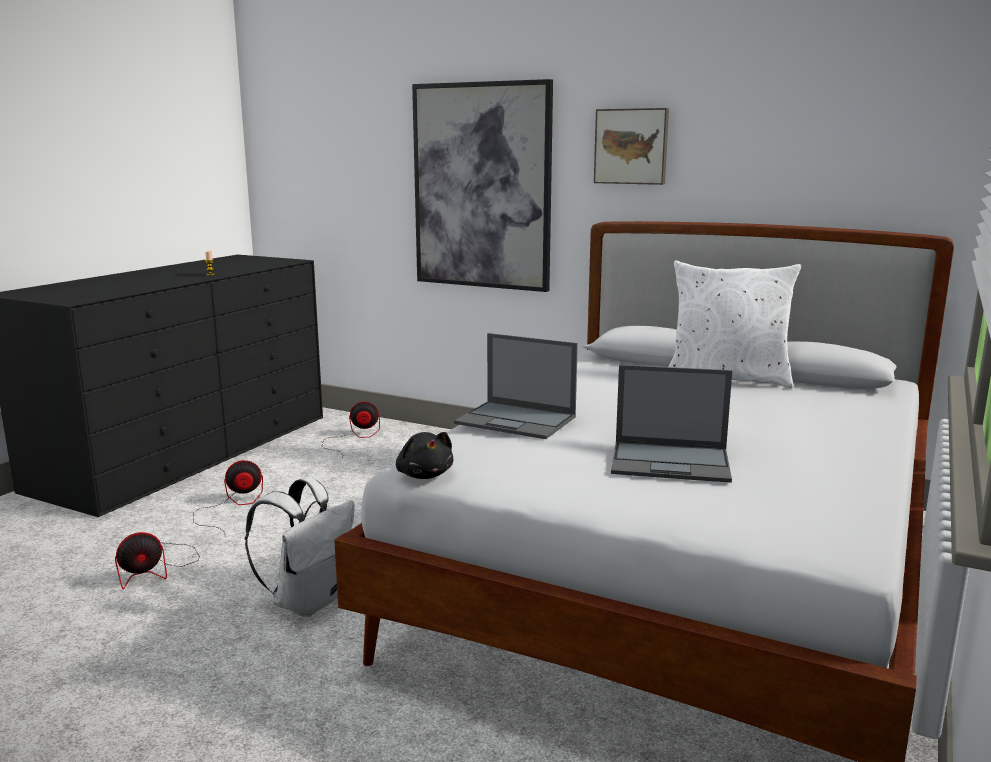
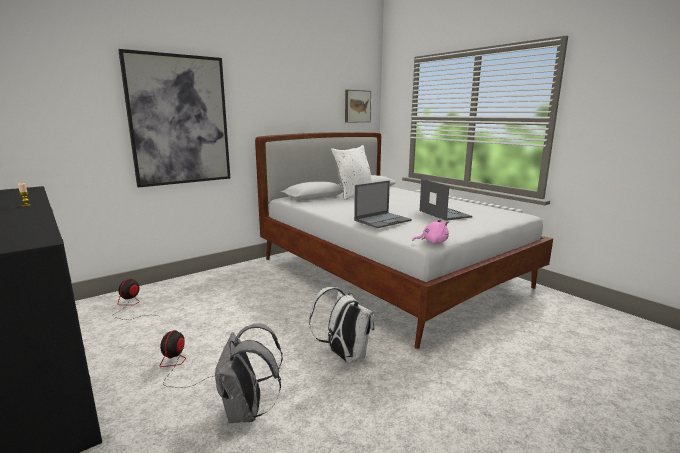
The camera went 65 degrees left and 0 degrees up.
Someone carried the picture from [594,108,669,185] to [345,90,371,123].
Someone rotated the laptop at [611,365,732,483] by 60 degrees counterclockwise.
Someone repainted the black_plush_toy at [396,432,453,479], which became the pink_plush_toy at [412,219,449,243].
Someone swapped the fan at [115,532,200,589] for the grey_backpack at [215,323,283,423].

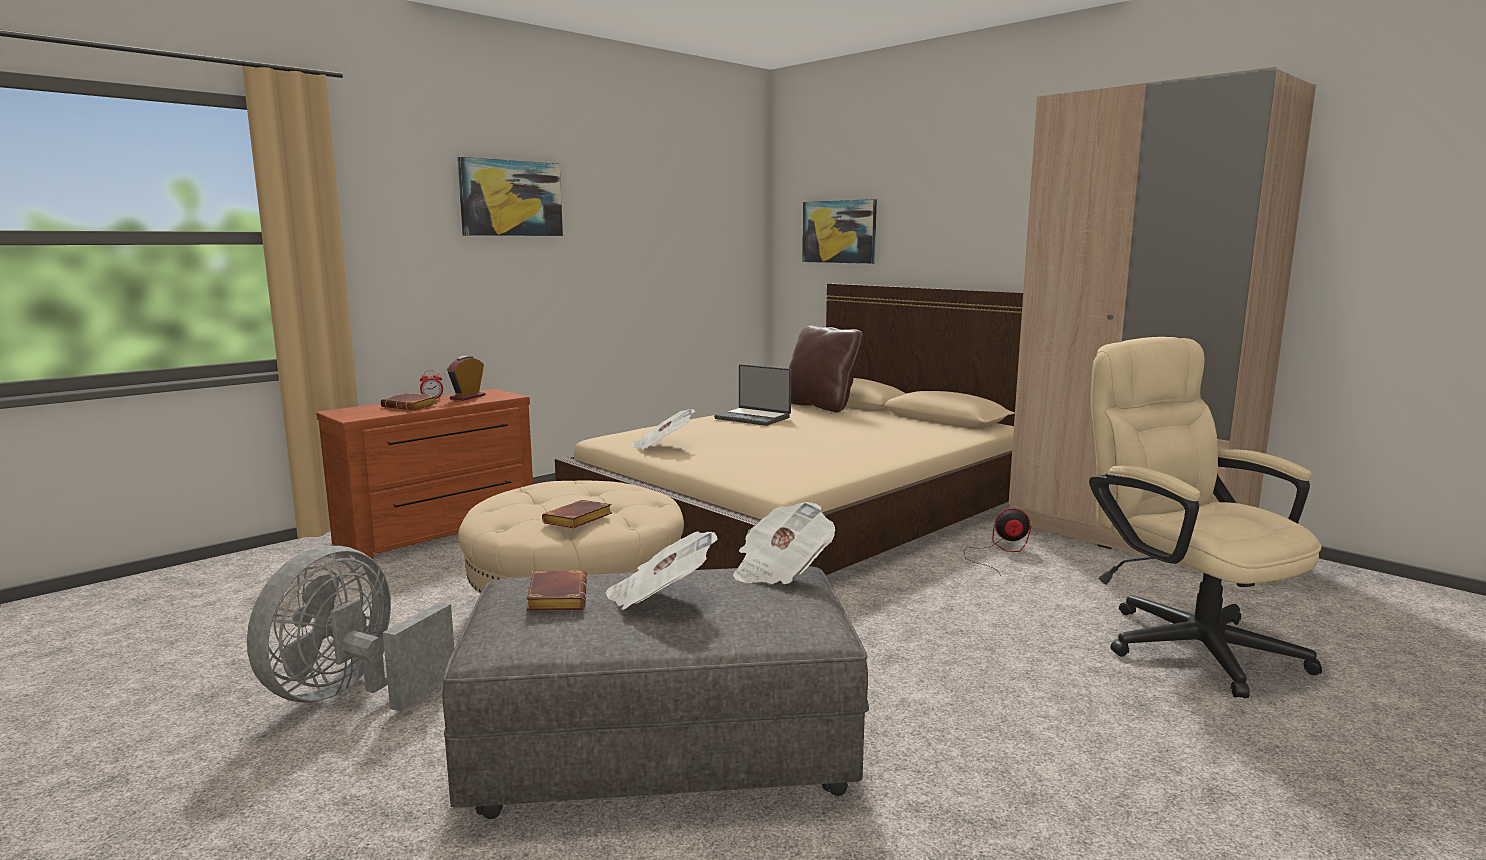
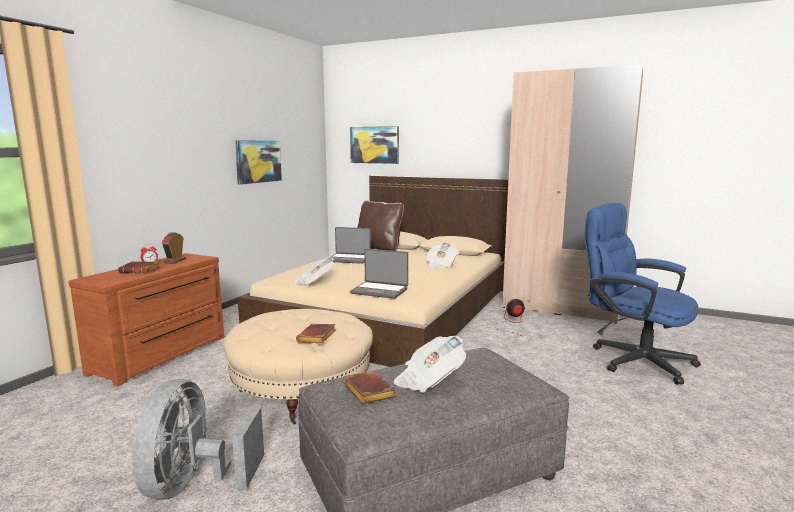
The camera went 20 degrees left and 0 degrees up.
Someone carried the picture from [457,157,563,236] to [235,140,282,185].
Someone repainted the beige_office_chair at [1089,337,1322,698], which became the blue_office_chair at [584,203,701,385].
Someone carried the newspaper from [733,502,835,584] to [426,243,459,269].
Someone put down the laptop at [350,249,408,299].

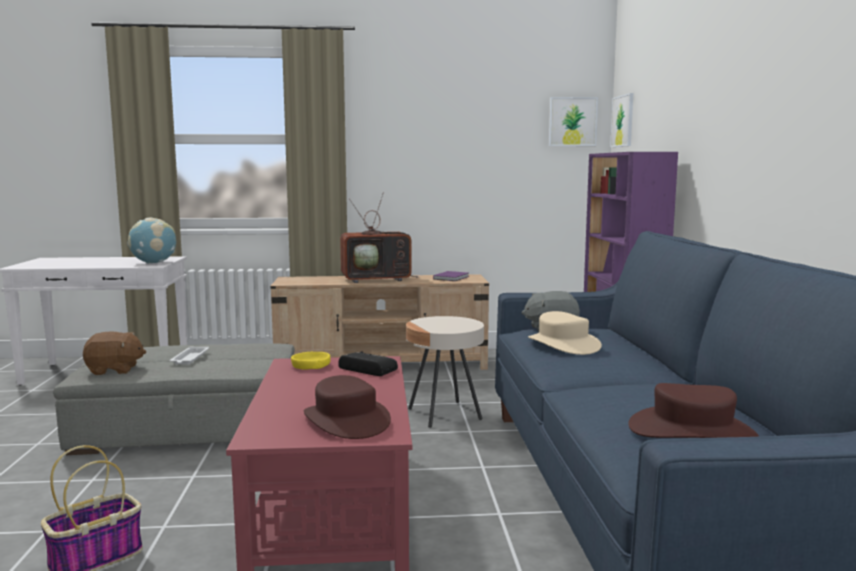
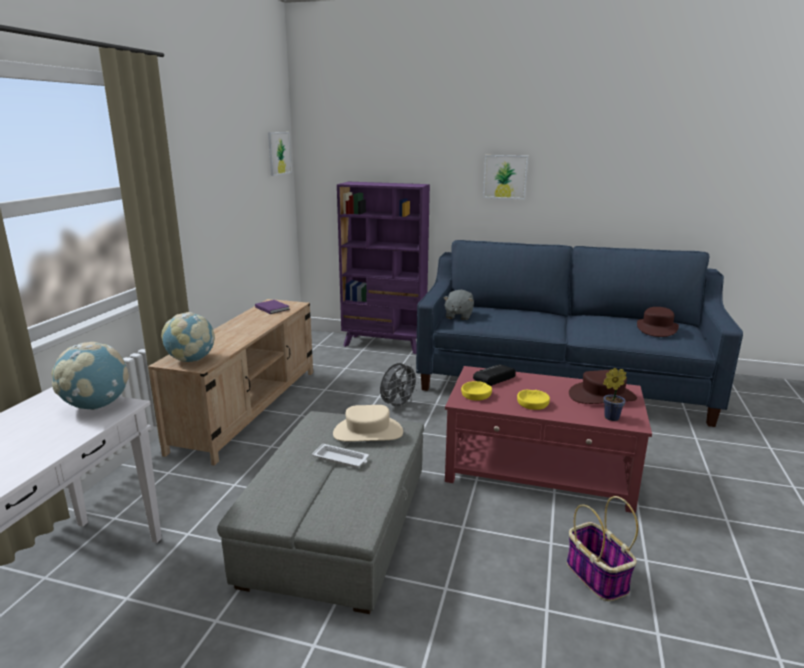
The camera went 70 degrees left and 10 degrees up.
Someone carried the picture from [610,93,633,147] to [483,155,528,199].
Someone took away the television at [340,192,419,283].
Someone carried the beige_hat from [528,311,602,355] to [333,405,403,442].
Someone swapped the beige_side_table at [406,316,484,428] for the grey_fan at [380,363,419,410].
Someone took away the brown_plush_toy at [83,332,146,375].
Someone put down the globe at [161,312,215,362].
Someone put down the potted_plant at [603,368,627,421].
Someone put down the yellow_bowl at [517,390,550,410].

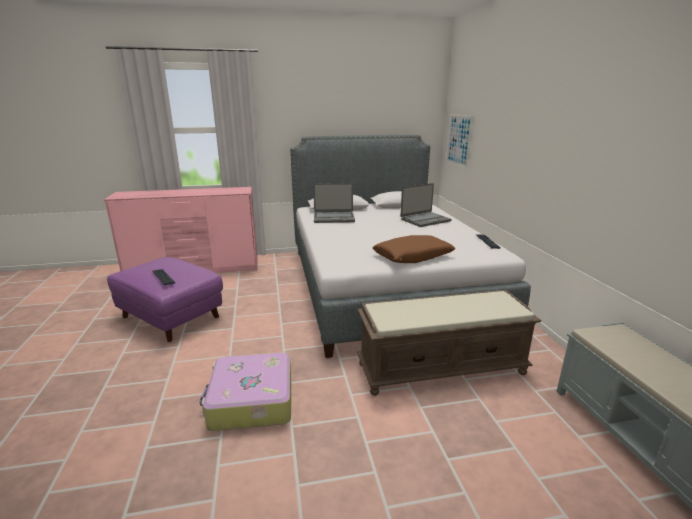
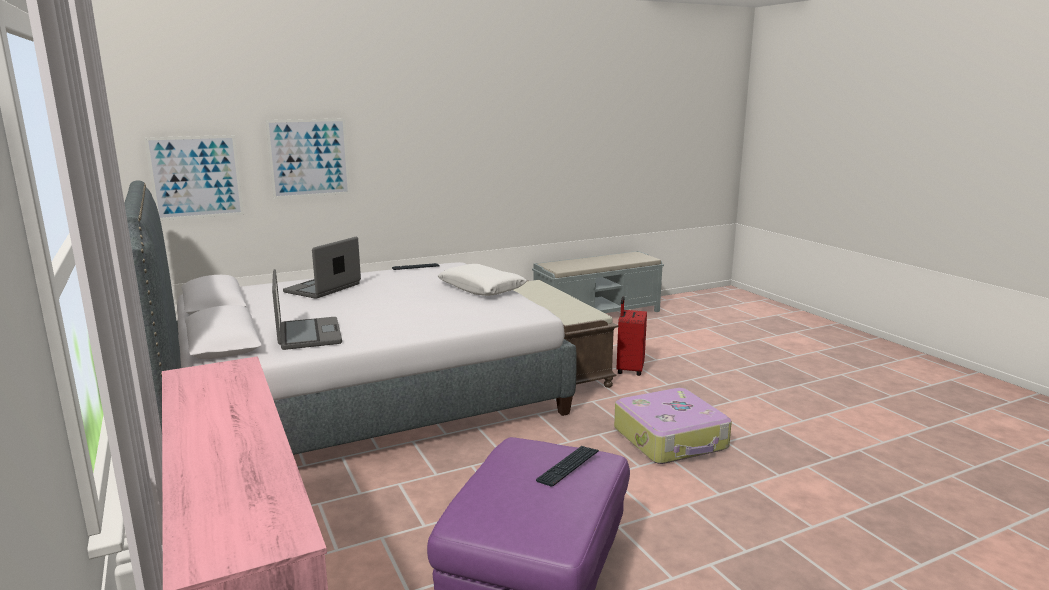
The camera went 105 degrees left and 5 degrees down.
Someone rotated the laptop at [401,183,452,227] by 105 degrees counterclockwise.
Someone repainted the brown_pillow at [373,235,456,263], which became the white_pillow at [438,264,527,296].
Someone put up the picture at [265,118,350,199].
Someone put down the red_suitcase at [616,297,647,376].

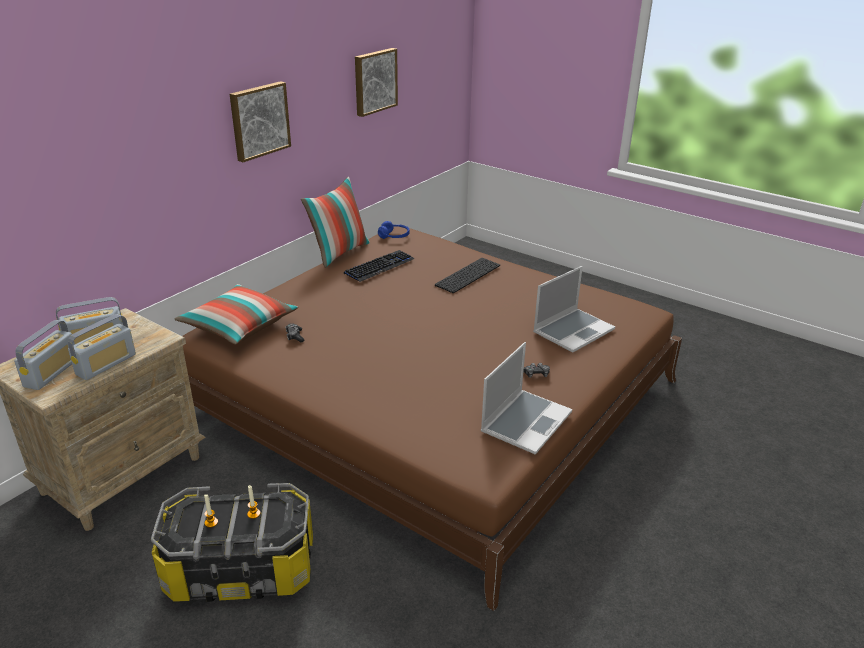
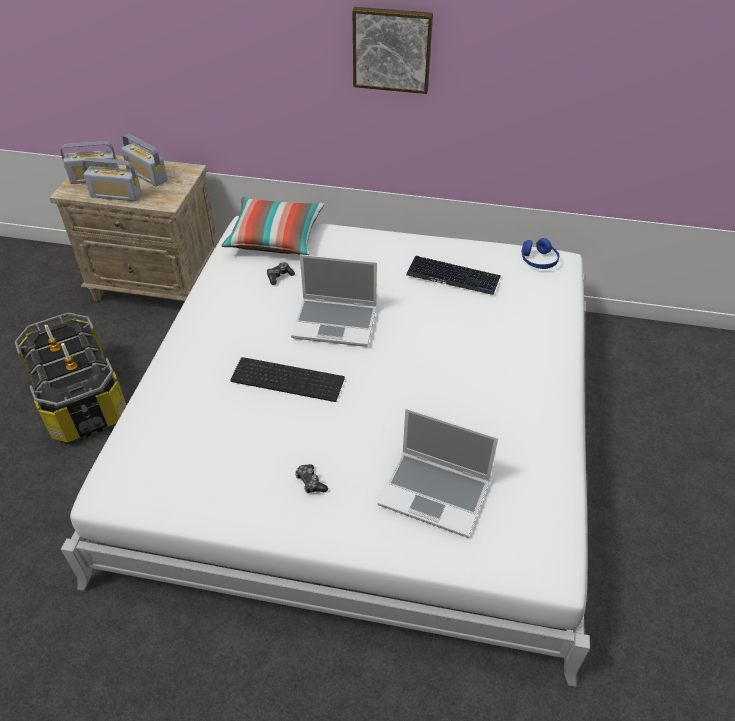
The camera went 65 degrees right and 15 degrees up.
Someone took away the picture at [355,48,398,117].
Someone took away the pillow at [301,177,370,268].
Someone repainted the brown_bed at [182,227,682,611], which became the white_bed at [61,216,590,687].
Someone carried the keyboard from [435,258,500,293] to [230,357,345,402].
Someone carried the laptop from [481,342,572,455] to [291,254,377,347].

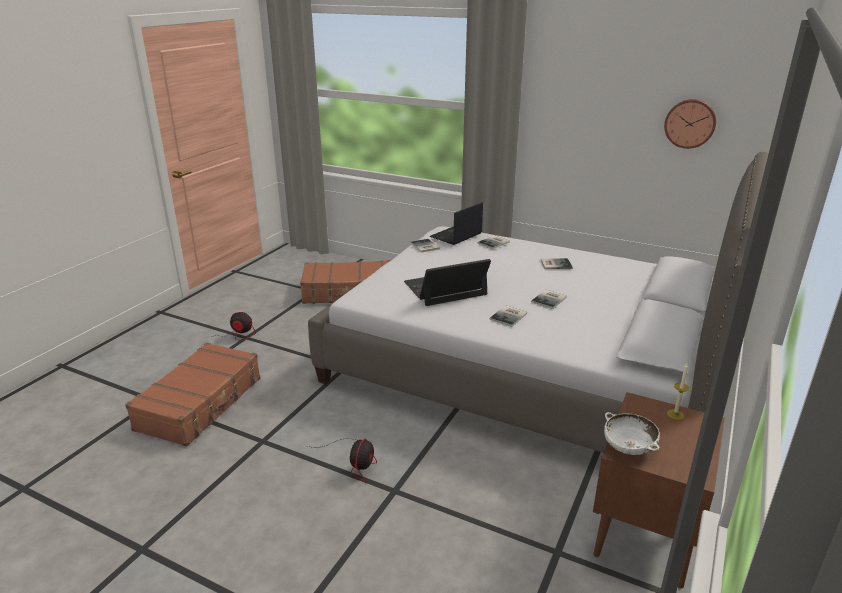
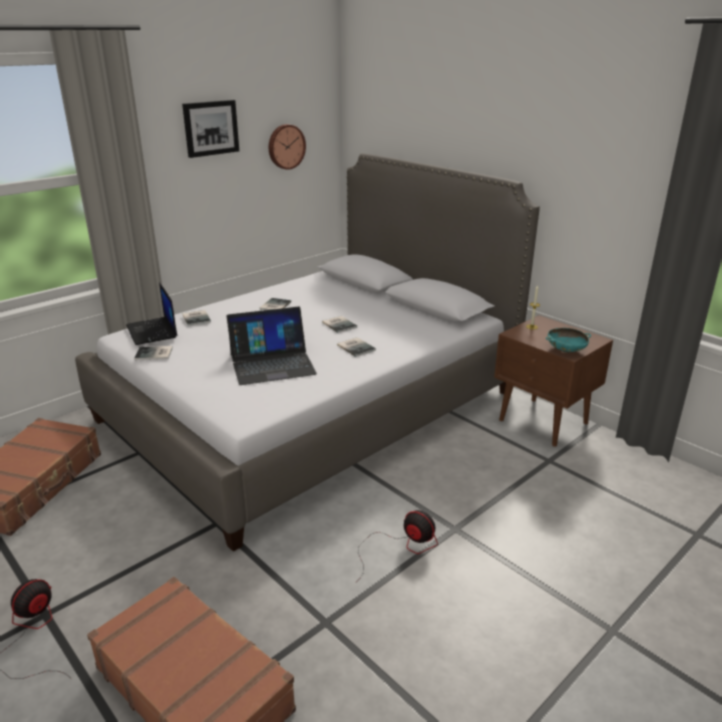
The camera went 70 degrees left and 0 degrees up.
Someone rotated the laptop at [404,259,491,306] by 105 degrees counterclockwise.
Someone repainted the white_bowl at [604,412,660,455], which became the turquoise_bowl at [546,328,591,353].
Someone put up the picture at [182,100,239,158].

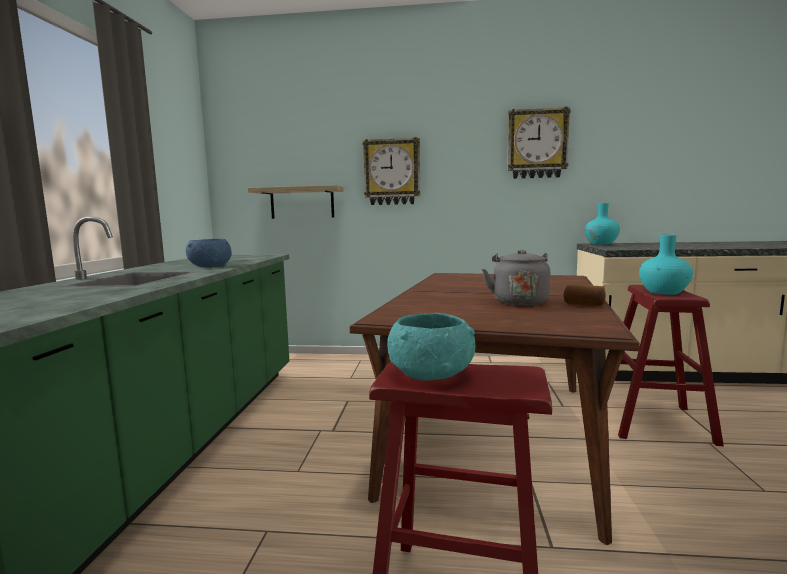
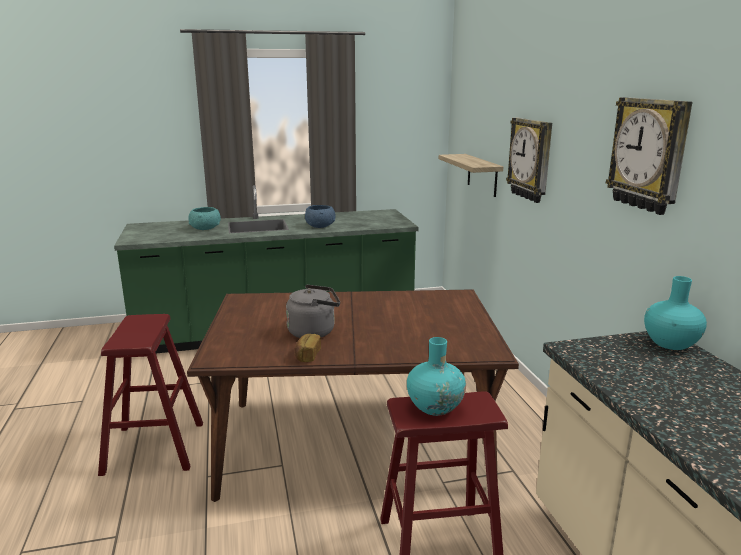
The camera went 70 degrees right and 10 degrees up.
Someone carried the turquoise_bowl from [387,313,475,381] to [188,207,221,230].

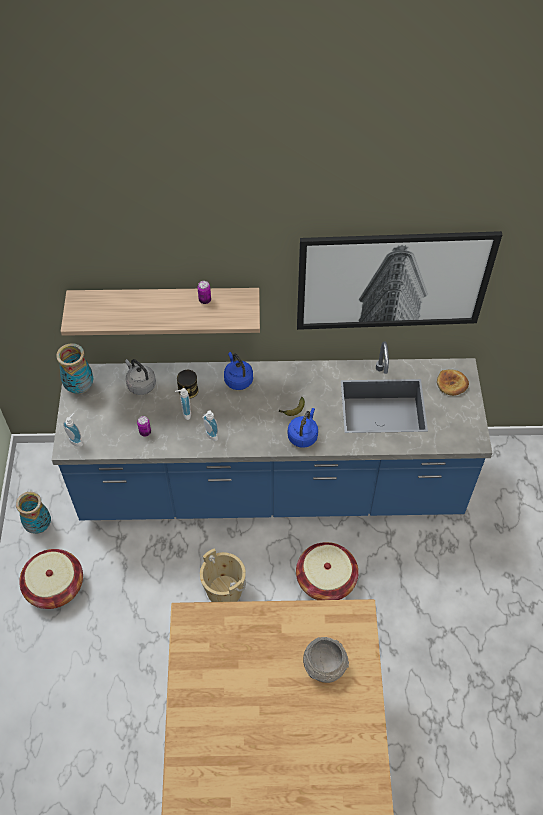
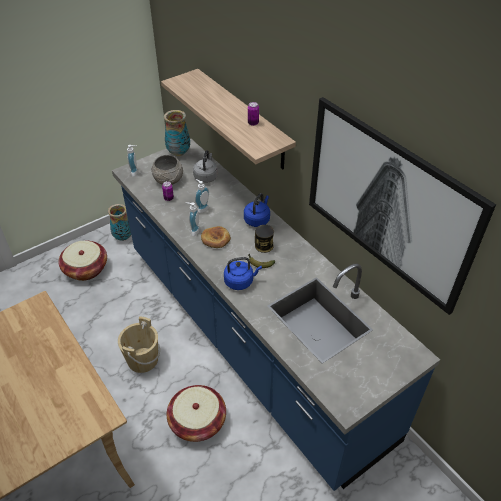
The camera went 55 degrees right and 10 degrees down.
Someone carried the can from [177,370,199,399] to [255,225,274,253].
Someone carried the bread from [437,370,469,396] to [201,226,231,248].
Someone carried the grey_bowl from [303,637,349,683] to [151,155,183,185].

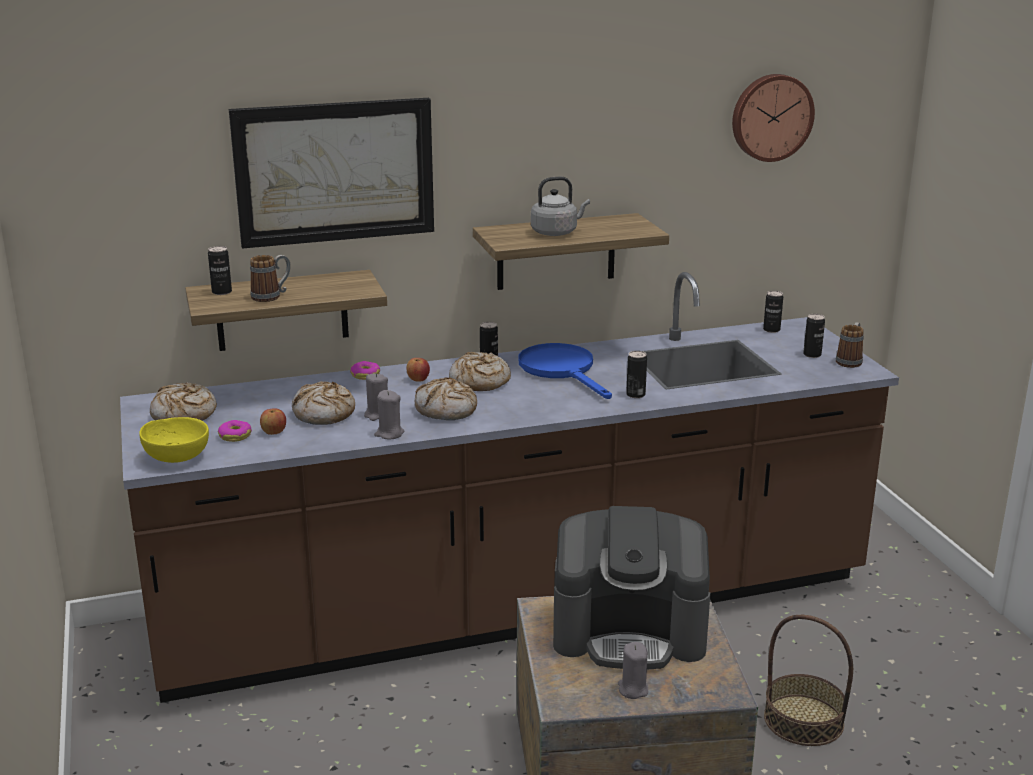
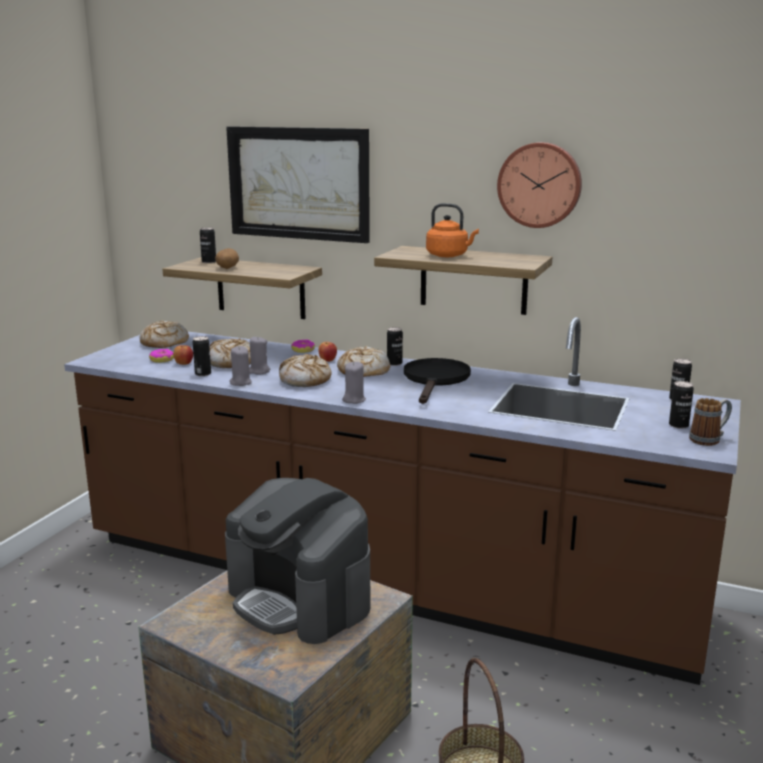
The camera went 40 degrees right and 5 degrees down.
Someone carried the wall_clock from [732,74,815,162] to [497,142,582,228].
Someone repainted the grey_kettle at [531,177,590,236], which became the orange_kettle at [426,203,479,257].
Someone swapped the mug at [250,255,291,302] for the potato at [215,248,239,269].
Someone repainted the blue_frying_pan at [519,343,612,399], which became the black_frying_pan at [404,358,471,404].
Someone carried the can from [626,351,647,398] to [193,336,211,376].
Someone took away the yellow_bowl at [139,417,209,463].
Someone carried the grey_candle from [618,642,648,699] to [342,361,366,404].

